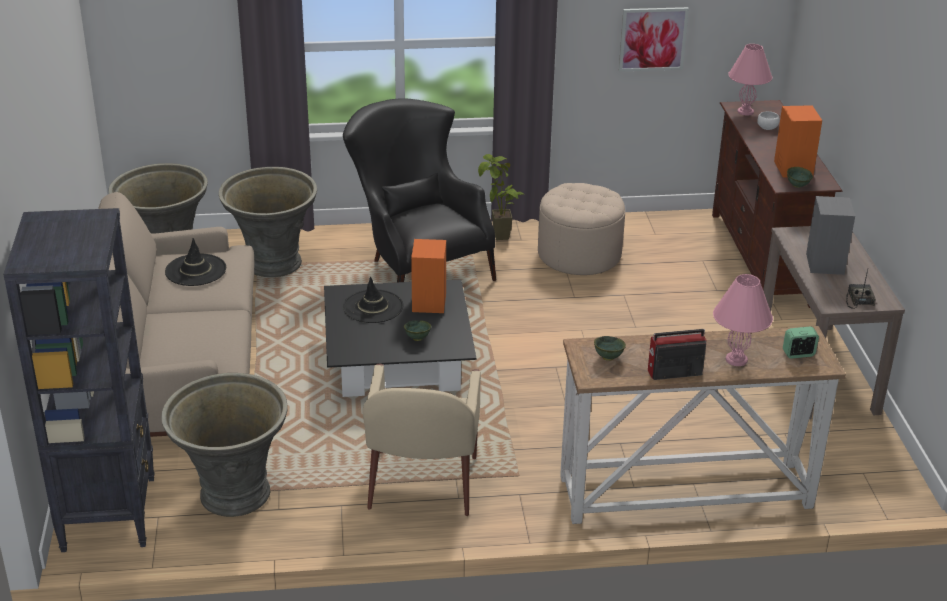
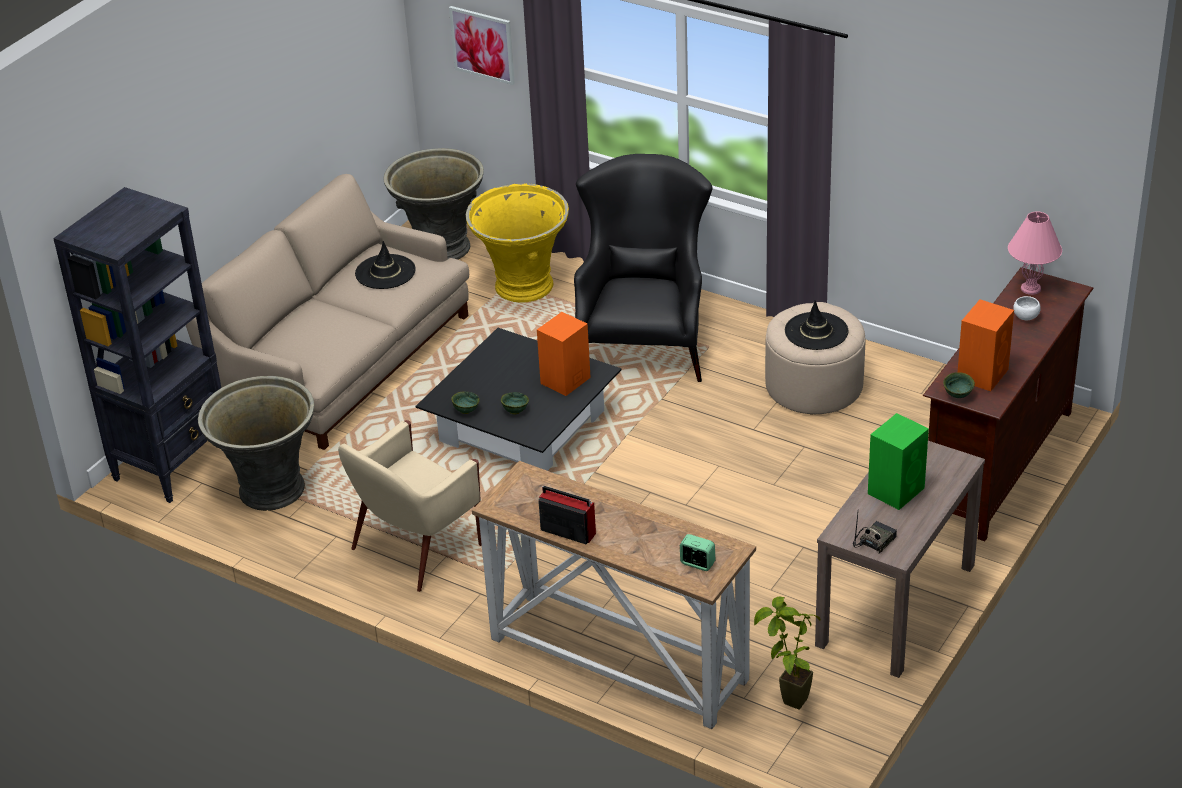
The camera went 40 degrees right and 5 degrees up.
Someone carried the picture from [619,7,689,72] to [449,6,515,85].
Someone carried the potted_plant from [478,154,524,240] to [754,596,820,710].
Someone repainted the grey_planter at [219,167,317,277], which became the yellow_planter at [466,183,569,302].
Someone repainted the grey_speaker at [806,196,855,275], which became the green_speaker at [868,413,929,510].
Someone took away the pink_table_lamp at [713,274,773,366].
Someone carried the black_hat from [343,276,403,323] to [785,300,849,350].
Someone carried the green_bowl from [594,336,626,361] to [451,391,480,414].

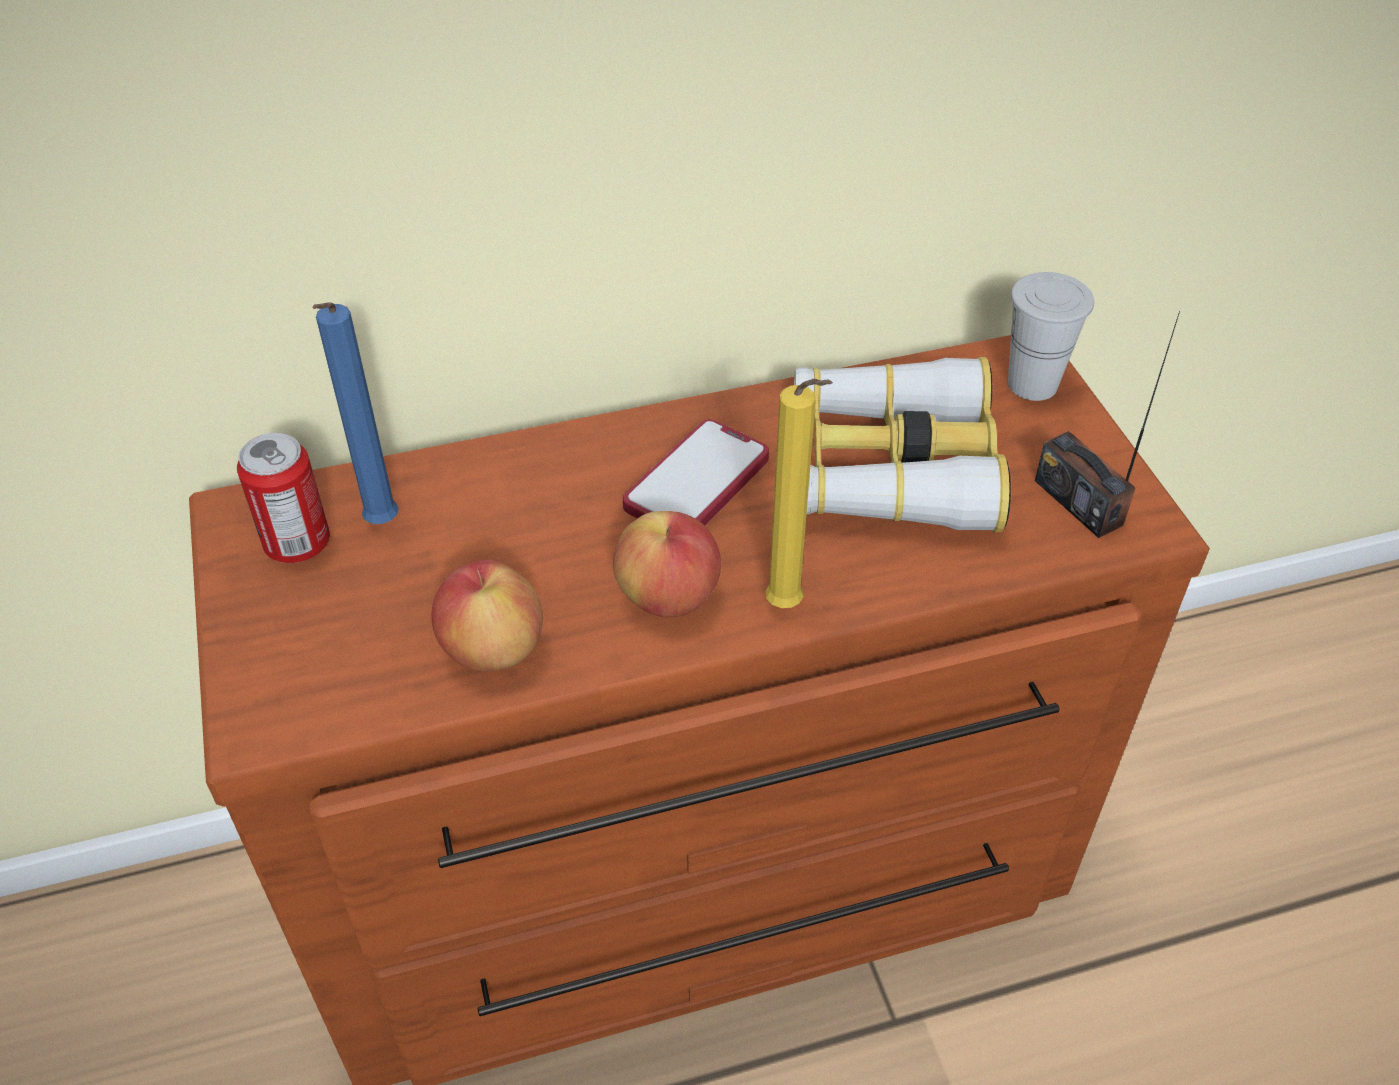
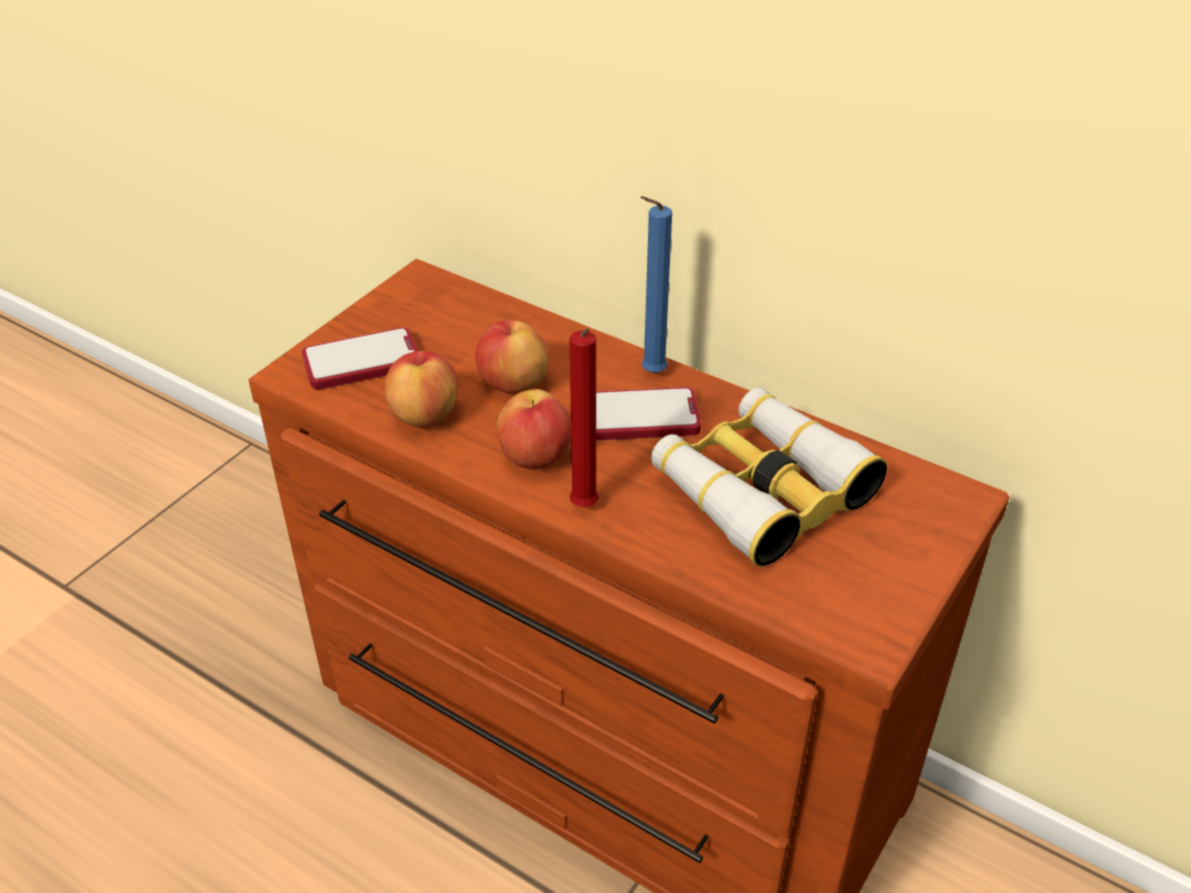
The camera went 50 degrees right and 5 degrees down.
Someone took away the white_cup at [1008,272,1094,401].
Someone carried the blue_candle from [313,303,398,524] to [640,196,672,373].
Someone took away the radio at [1035,311,1180,538].
Someone repainted the yellow_candle at [765,379,832,608], which became the red_candle at [570,328,599,507].
Someone took away the can at [237,433,330,563].
Someone put down the apple at [475,320,549,393].
Someone put down the phone at [302,328,418,389].

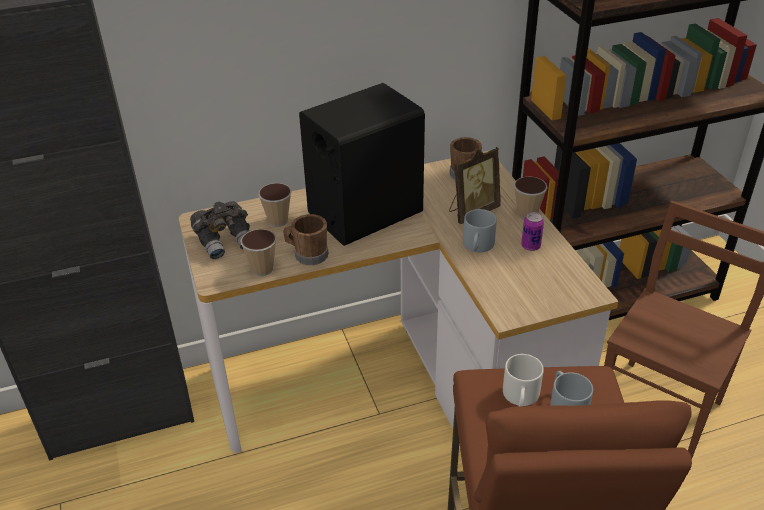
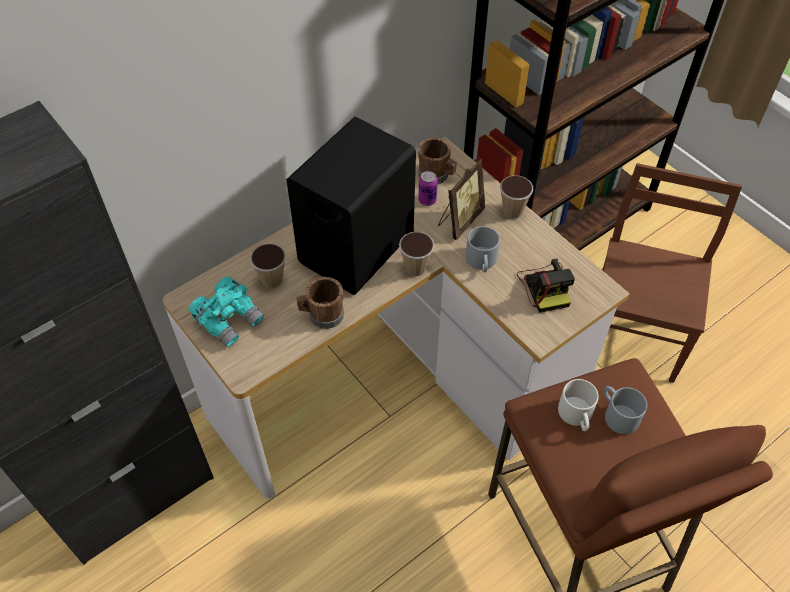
The camera went 20 degrees left and 15 degrees up.
Someone repainted the grey_binoculars at [190,201,250,259], which became the turquoise_binoculars at [188,277,264,347].
Someone carried the can from [521,212,544,251] to [418,171,438,206].
Someone carried the cup from [240,229,277,276] to [399,232,434,276].
Someone put down the photo_camera at [517,258,575,313].

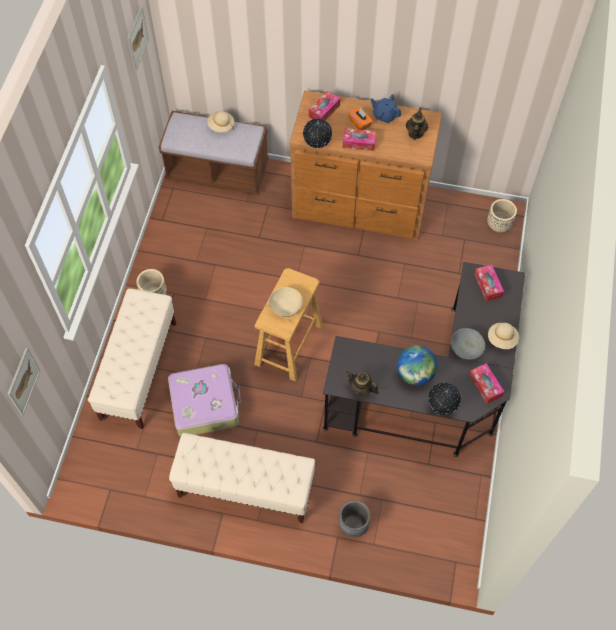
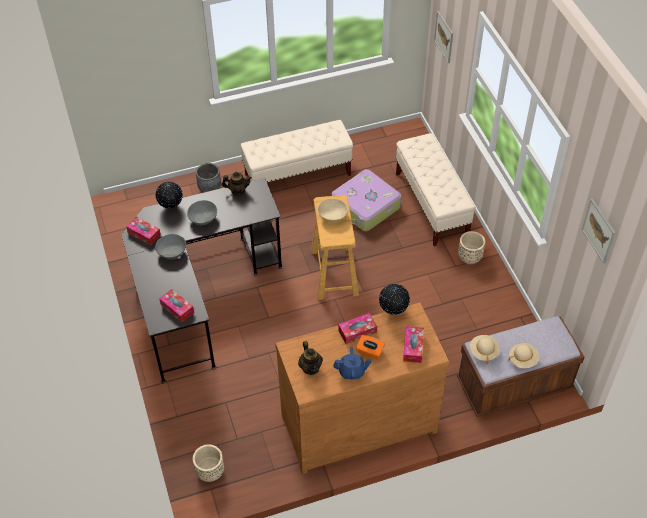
The camera went 150 degrees right and 10 degrees down.
Someone carried the beige_hat from [488,323,519,349] to [470,335,500,364].
Someone swapped the globe at [397,345,437,385] for the grey_bowl at [187,200,217,225].

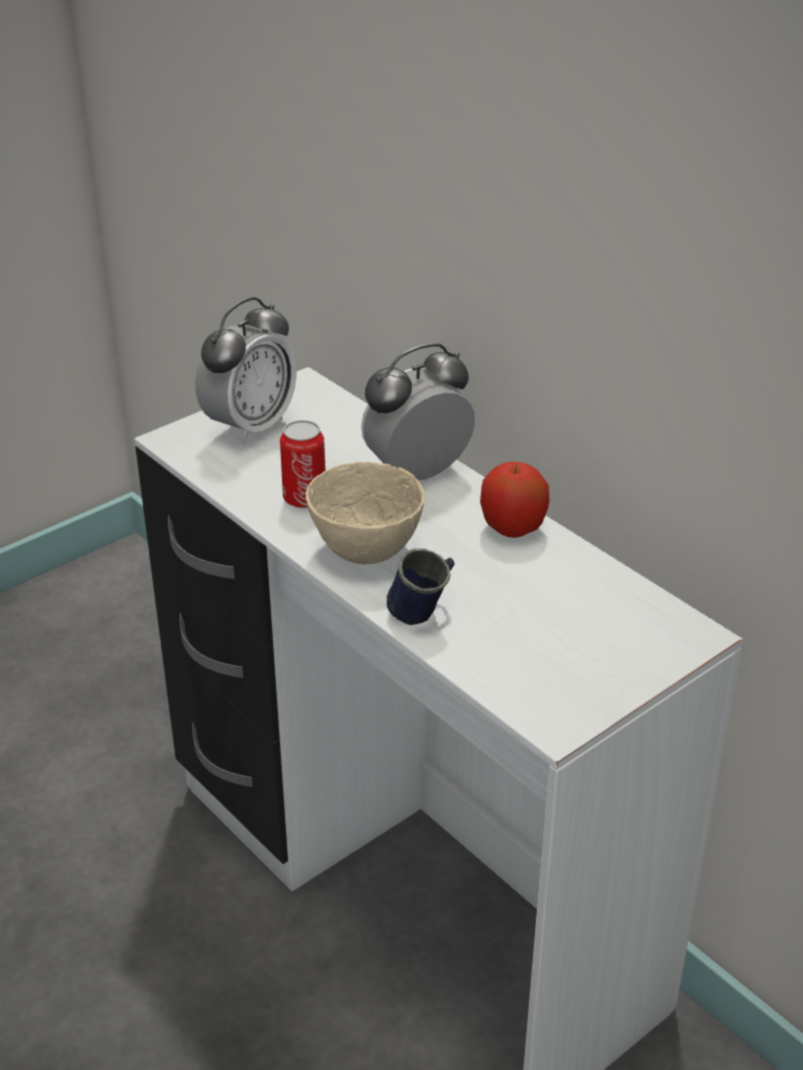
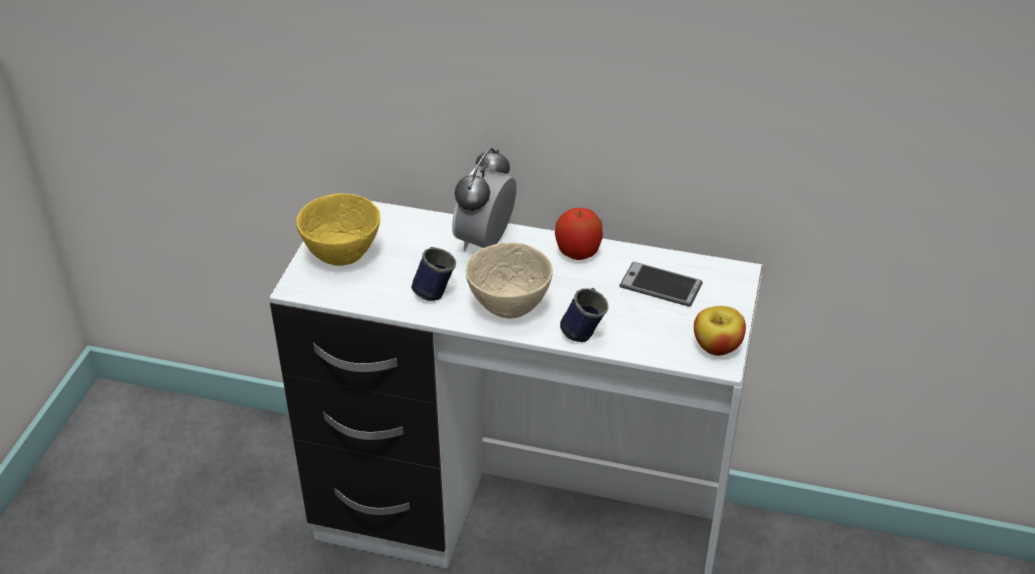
The camera went 35 degrees left and 5 degrees up.
Someone swapped the alarm_clock at [195,297,297,445] for the yellow_bowl at [296,193,380,266].
Someone swapped the can at [280,420,326,508] for the blue_mug at [411,247,456,301].
Someone put down the phone at [619,262,703,307].
Someone put down the apple at [694,306,746,356].

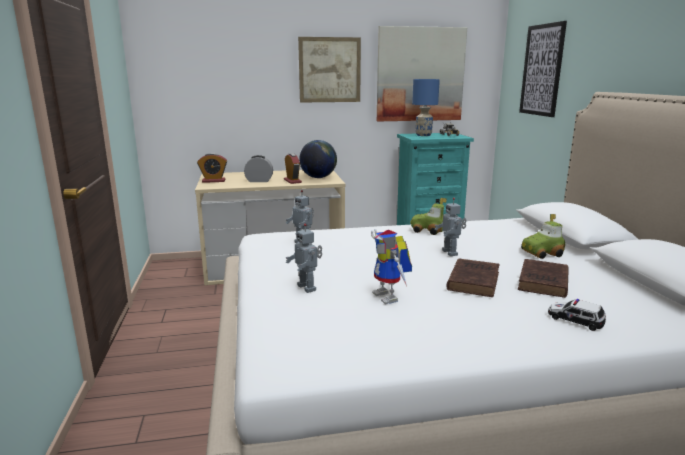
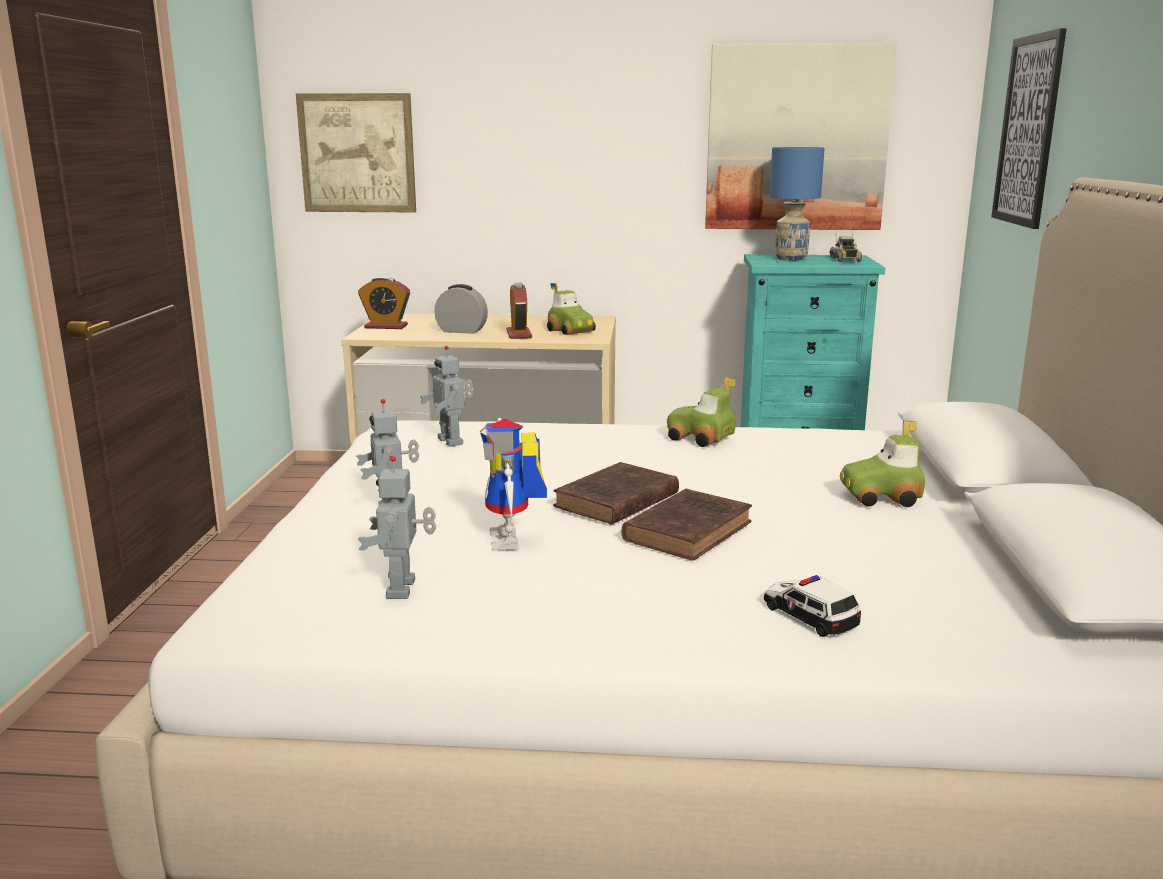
The camera went 15 degrees right and 0 degrees up.
Someone carried the picture from [298,37,361,103] to [296,93,416,212].
Someone swapped the globe at [299,140,337,178] for the toy_car at [547,283,596,335].
Someone carried the toy_robot from [435,198,467,256] to [358,456,436,599].
Someone carried the brown_book from [518,259,569,298] to [553,462,679,525].

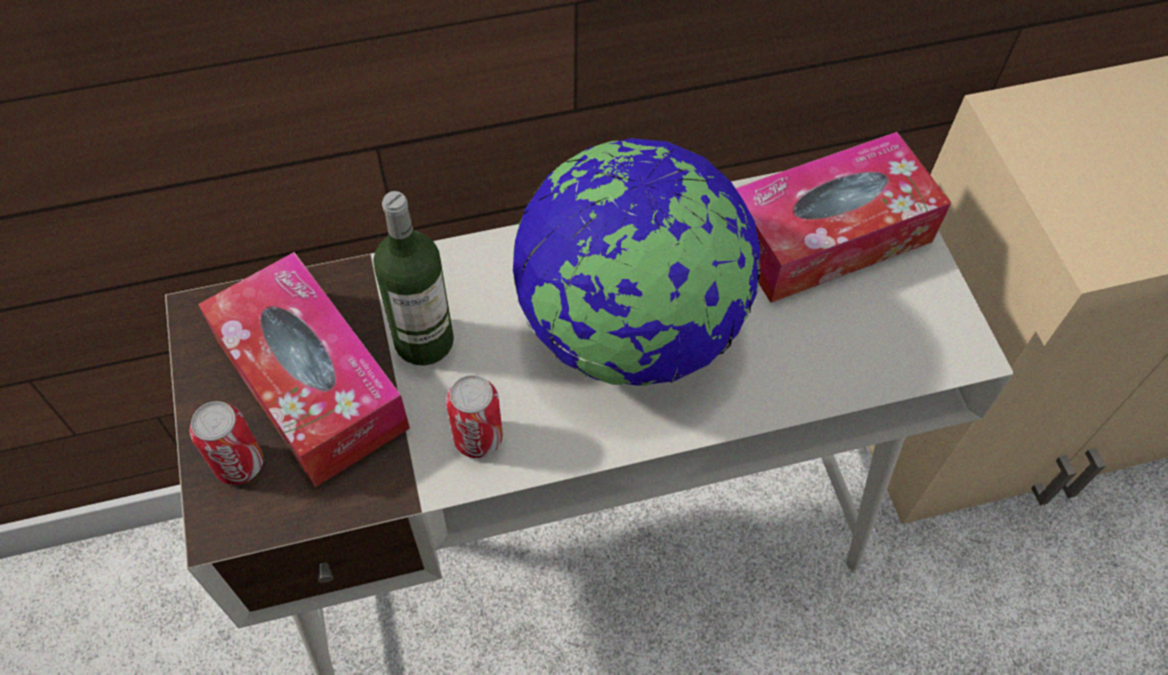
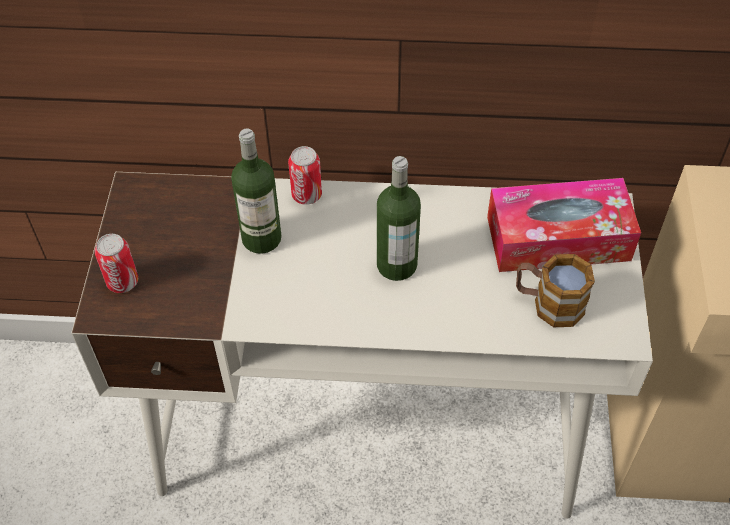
The camera went 20 degrees right and 5 degrees down.
Someone swapped the globe at [513,138,761,387] for the bottle at [377,156,421,281].
Someone took away the tissue_box at [198,252,410,488].
Someone carried the can from [446,375,503,458] to [288,146,322,205].
Someone put down the mug at [516,254,595,327].

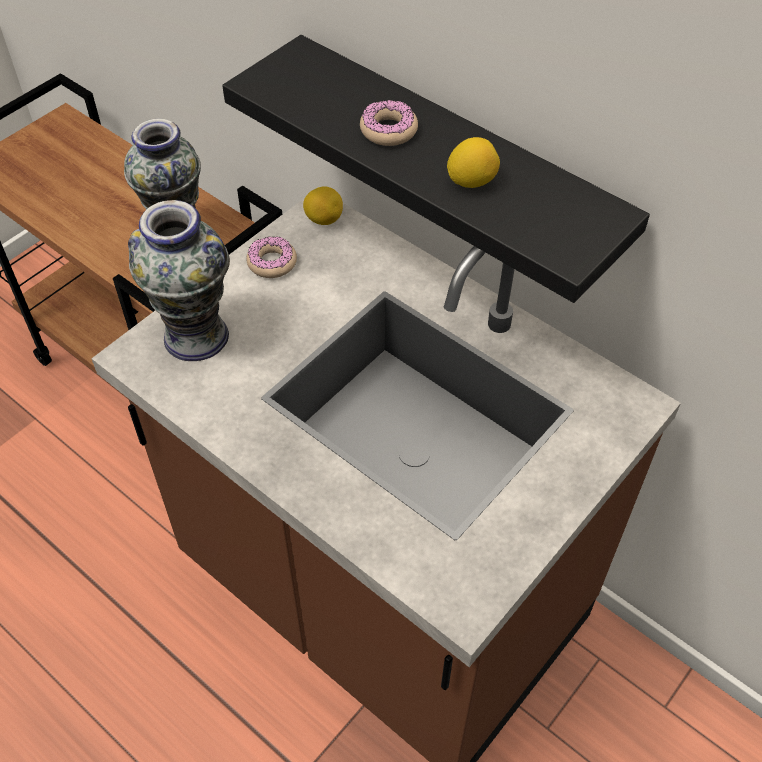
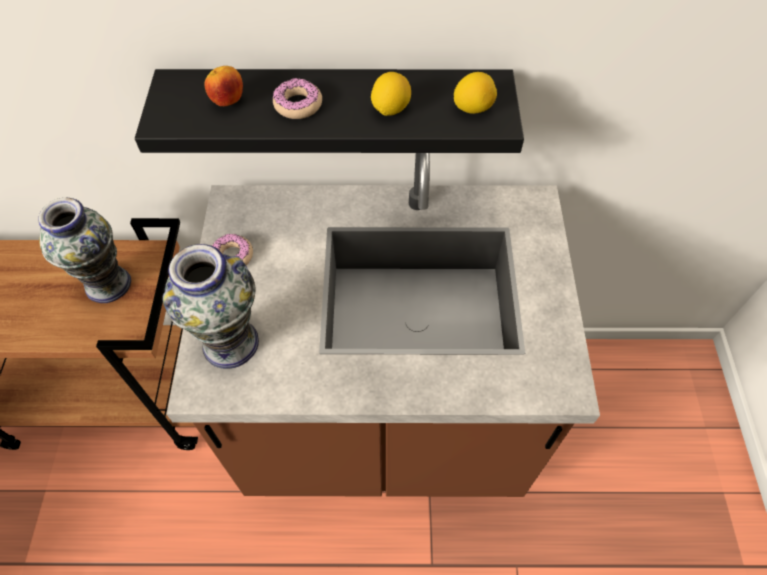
The camera went 40 degrees left and 5 degrees up.
Someone carried the lemon from [303,186,343,225] to [454,72,497,114].
Someone put down the apple at [204,66,243,106].

